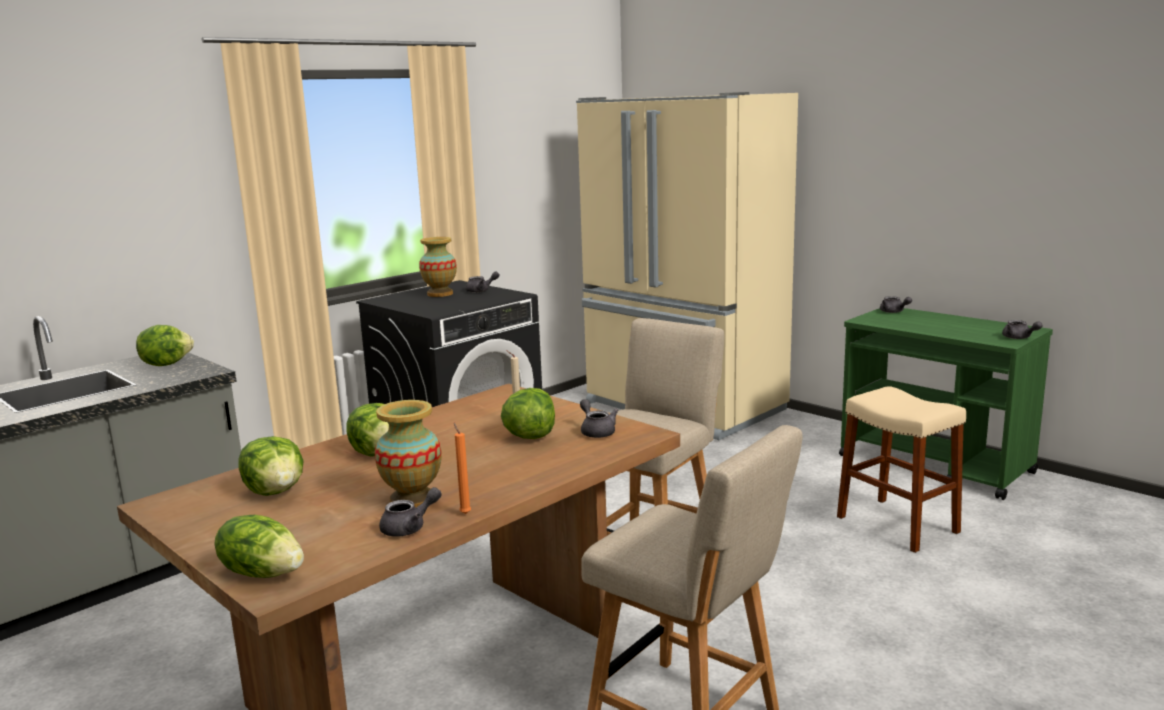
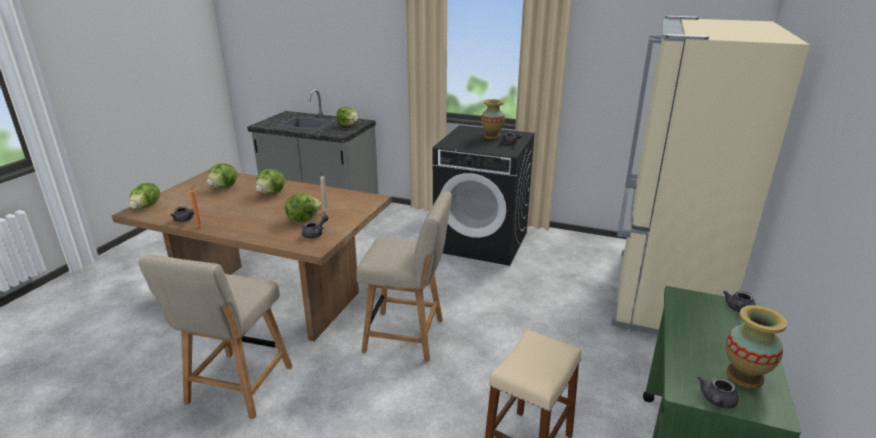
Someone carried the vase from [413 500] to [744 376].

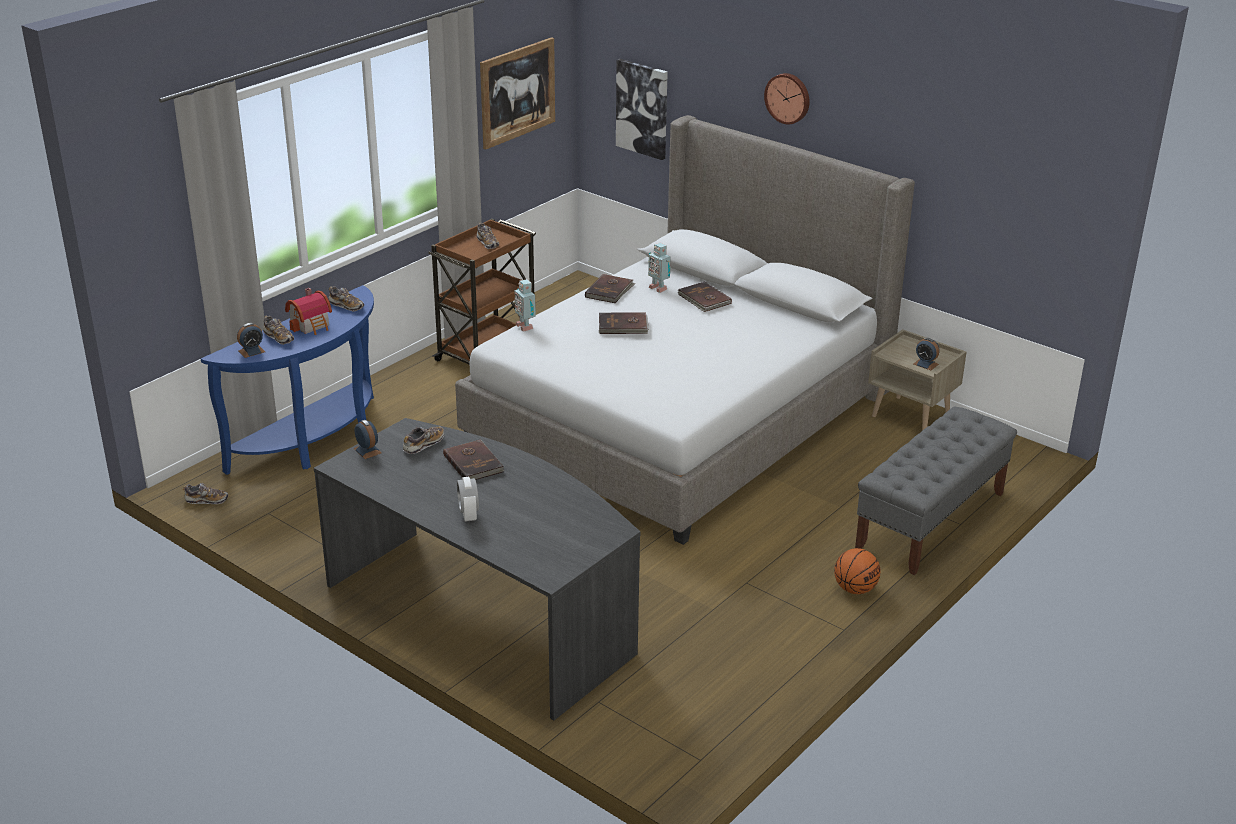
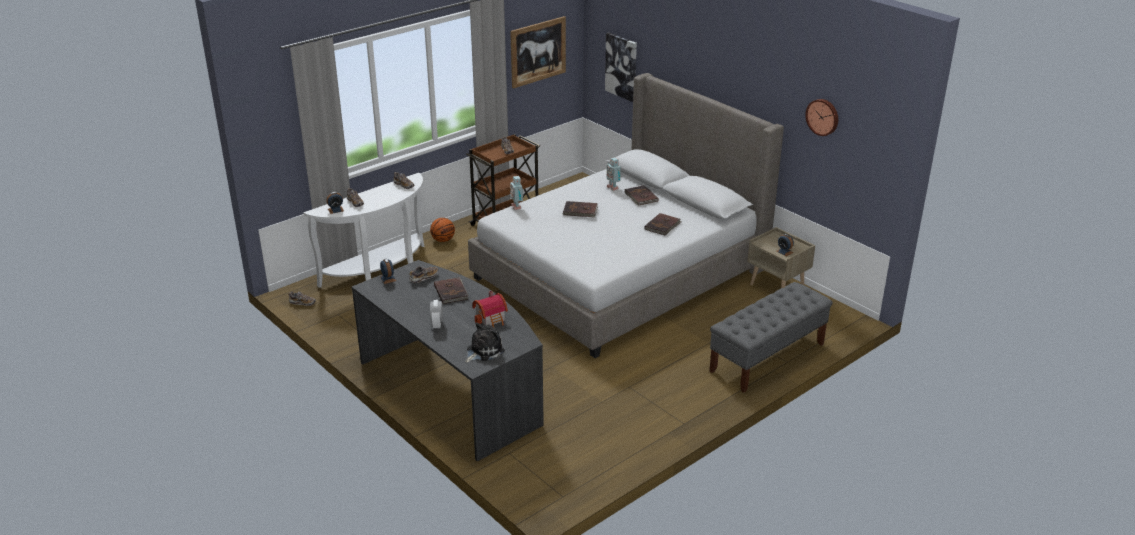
Someone repainted the console table in blue at [316 442], which became the console table in white at [380 271].
Someone carried the basketball from [855 589] to [443 240].
Someone put down the plush toy at [483 351].
Someone carried the toy house from [312 325] to [492 319].
Someone carried the book in brown from [610 291] to [663 226].
Someone carried the wall clock from [788 98] to [823 116].

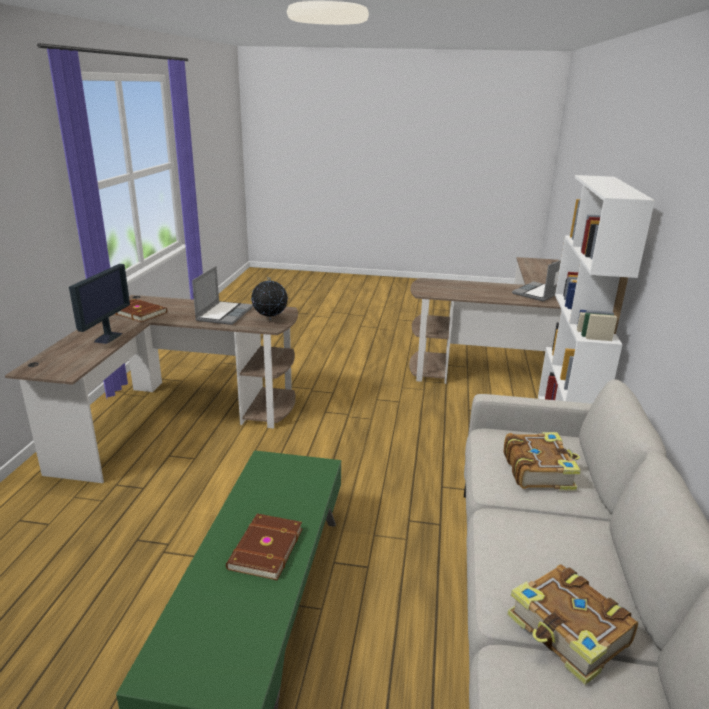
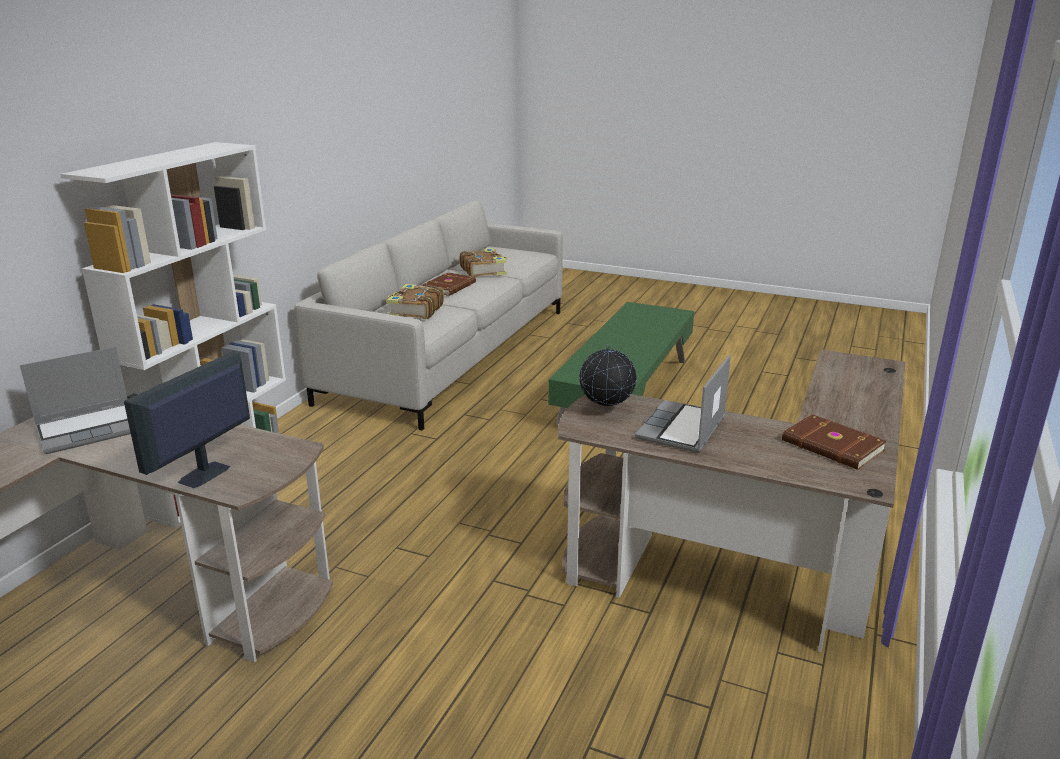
Someone carried the monitor from [108 337] to [203 475].
Someone carried the book in brown from [264 548] to [450 287].

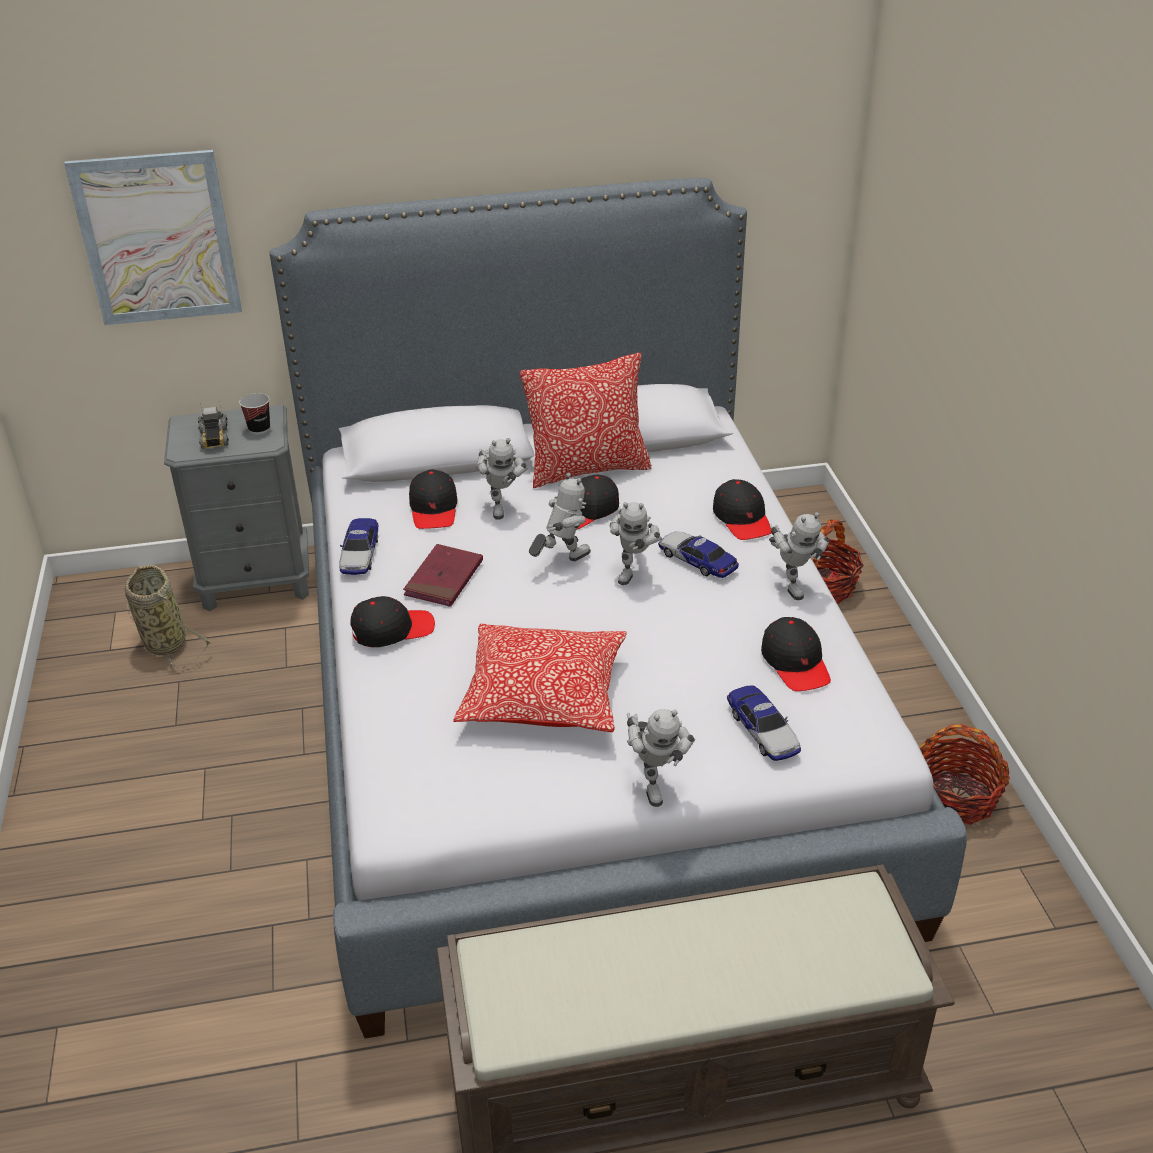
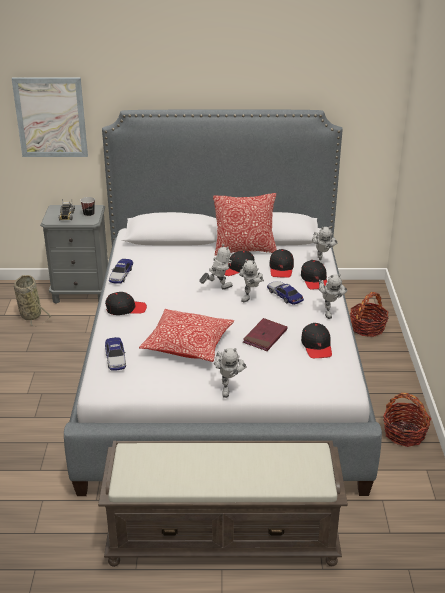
Someone carried the toy car from [762 730] to [115 358].
Someone carried the book in red from [444 579] to [265 337].
Someone carried the cap in black from [434 509] to [281 269].
Someone carried the toy robot from [501 506] to [321 261].

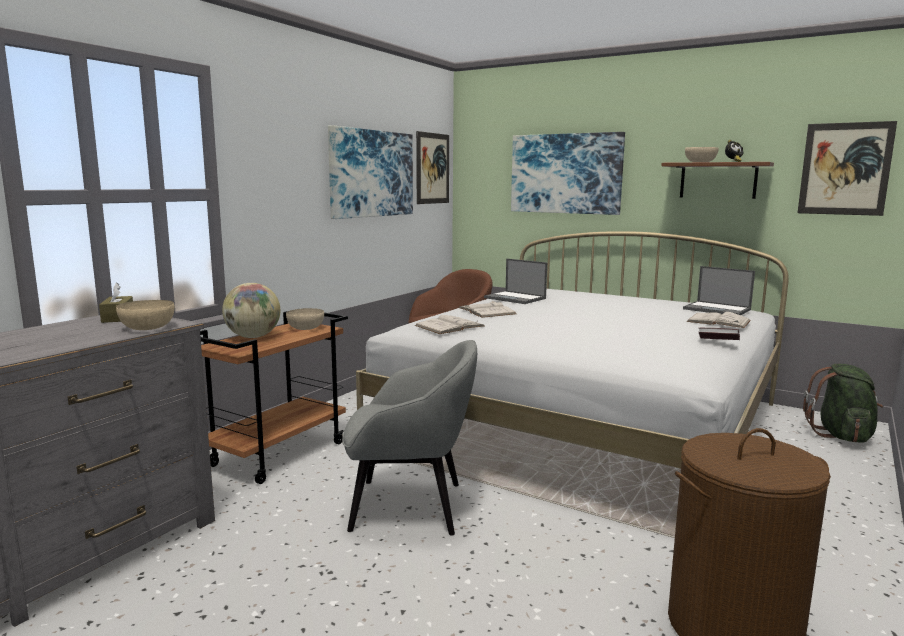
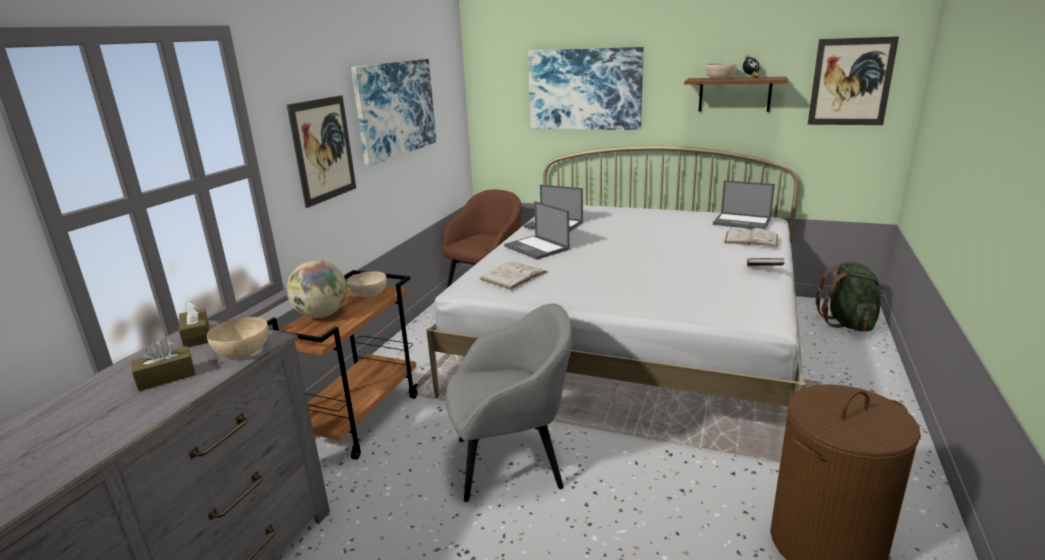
Someone put down the tissue box in brown at [166 377].
Someone carried the picture from [432 168] to [323 150].
Someone swapped the book in white at [486 311] for the laptop at [537 248].

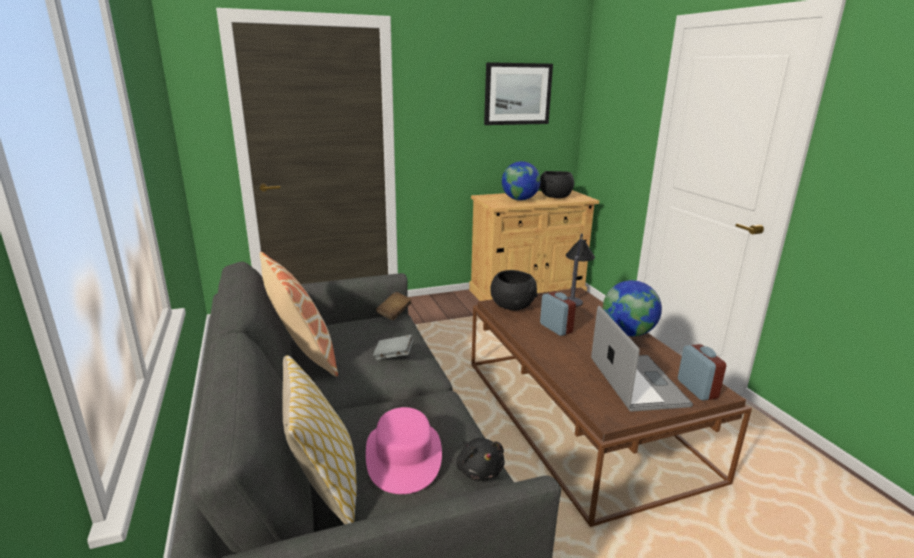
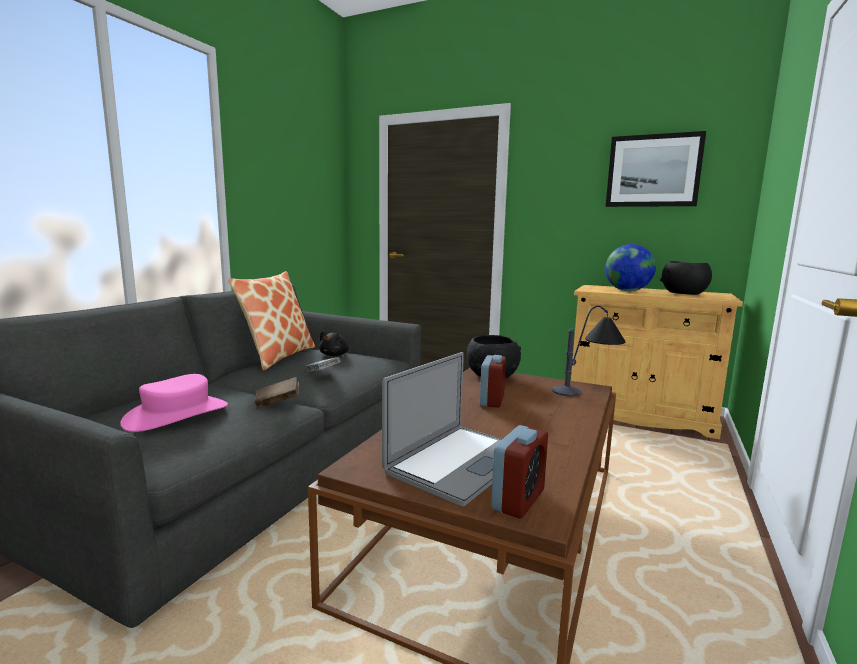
Someone carried the book in brown from [394 313] to [277 403].
Someone carried the plush toy in black from [479 470] to [335 355].
Someone took away the pillow at [324 486].
Someone took away the globe at [627 333].

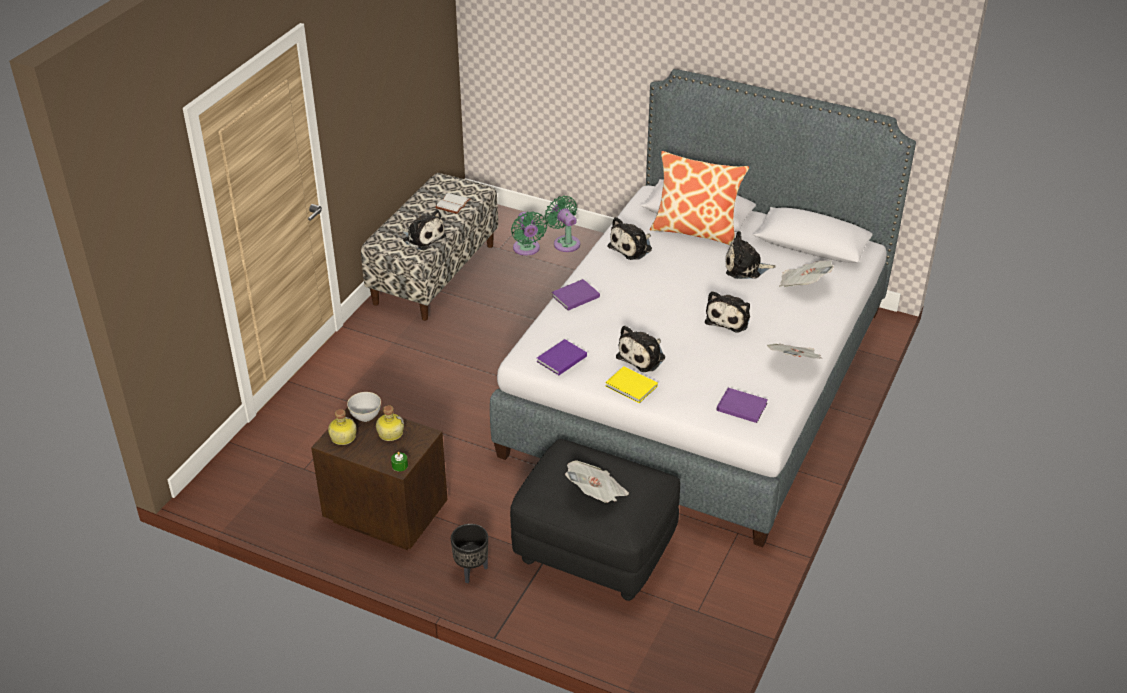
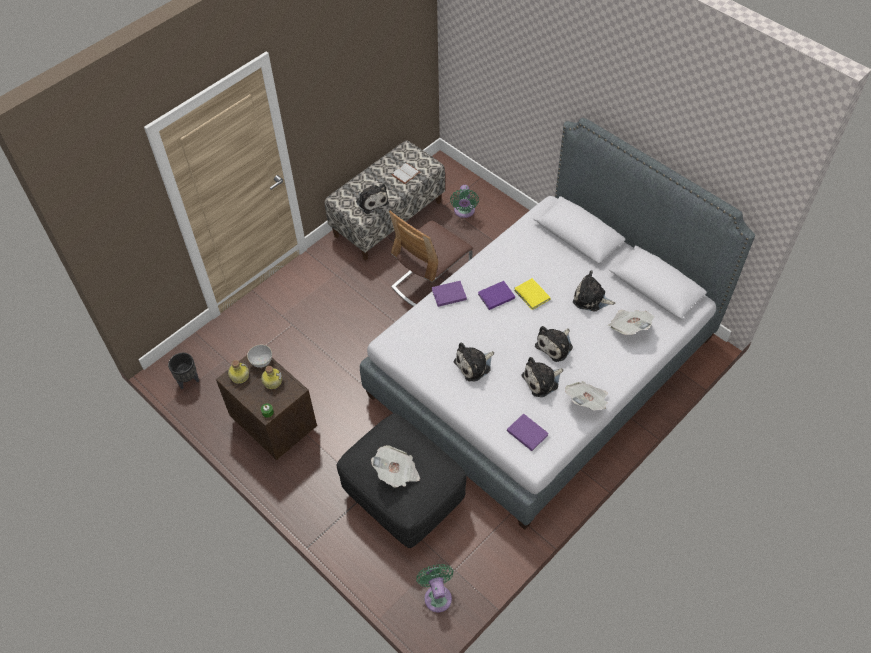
Someone carried the planter in black from [471 570] to [188 380].
Someone put down the chair at [431 284].
Someone carried the fan in green from [565 242] to [437 595].
Someone carried the book in purple from [560 359] to [495 296].
Someone carried the book in yellow from [631 387] to [532 295].
Someone carried the plush toy from [632 247] to [542 381].
Someone took away the pillow at [696 230].

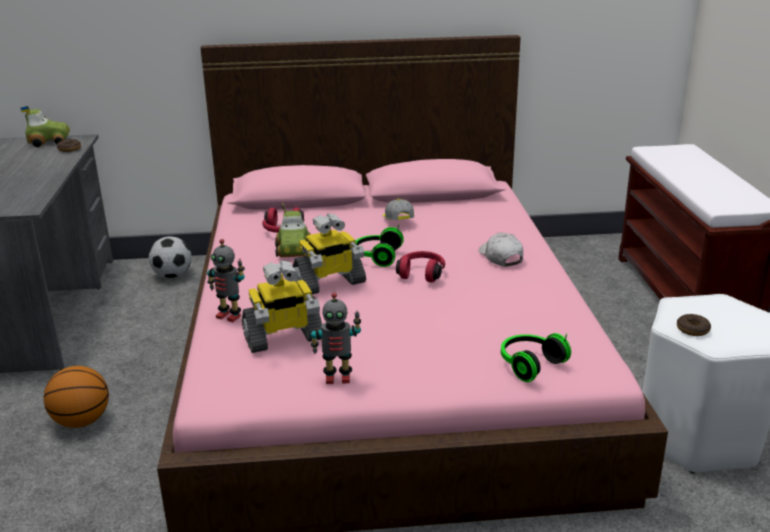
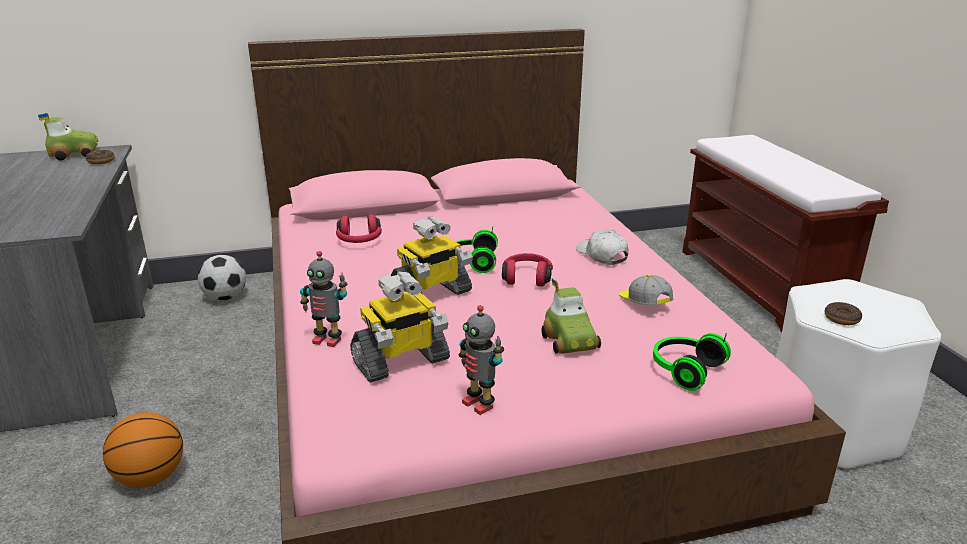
Someone rotated the toy robot at [337 378] by 60 degrees clockwise.
Someone carried the toy car from [294 251] to [571 342].
Someone carried the cap from [397 221] to [643 304].

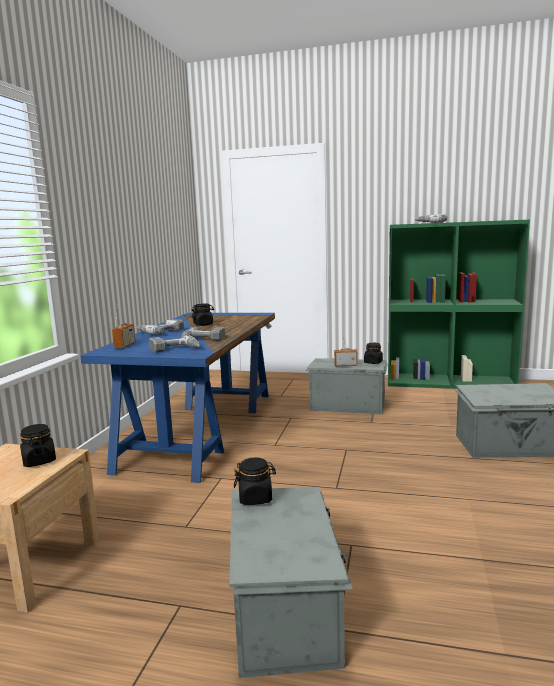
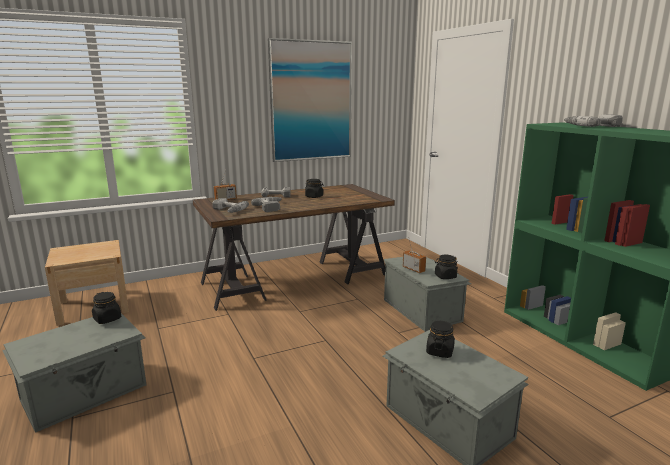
Someone repainted the desk in blue at [201 428], which became the desk in brown at [295 279].
Someone put up the picture at [311 101].
Someone carried the jar in black from [39 461] to [439 351].

